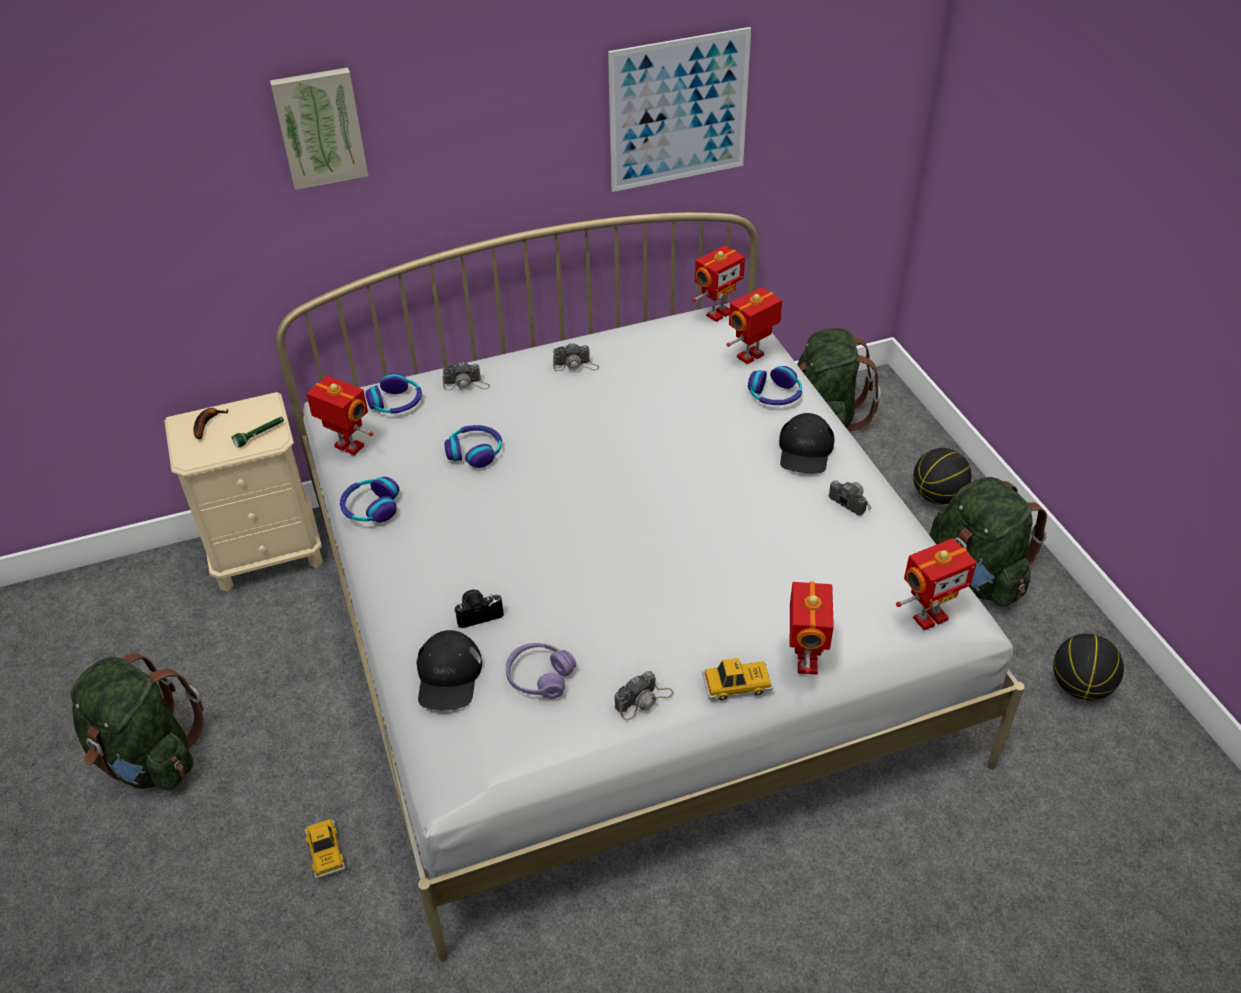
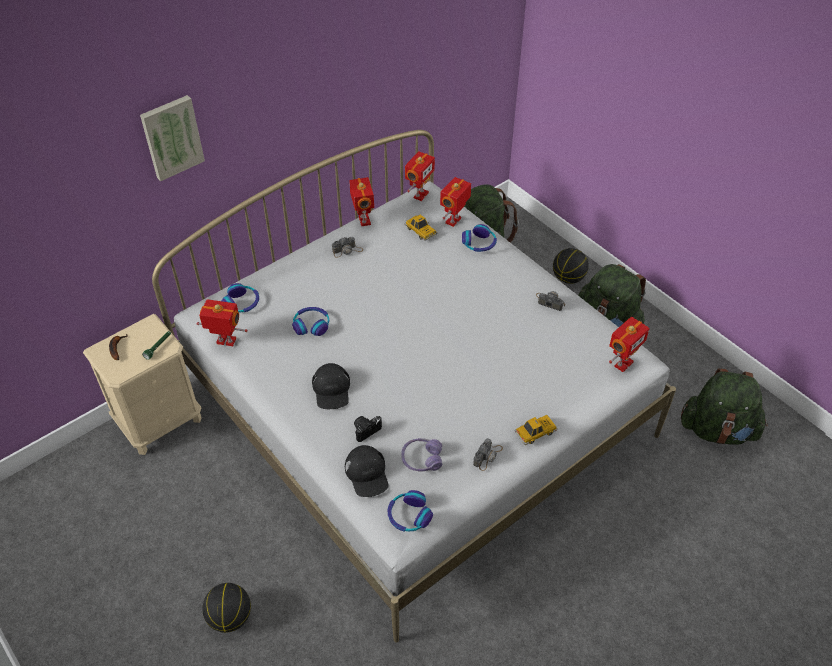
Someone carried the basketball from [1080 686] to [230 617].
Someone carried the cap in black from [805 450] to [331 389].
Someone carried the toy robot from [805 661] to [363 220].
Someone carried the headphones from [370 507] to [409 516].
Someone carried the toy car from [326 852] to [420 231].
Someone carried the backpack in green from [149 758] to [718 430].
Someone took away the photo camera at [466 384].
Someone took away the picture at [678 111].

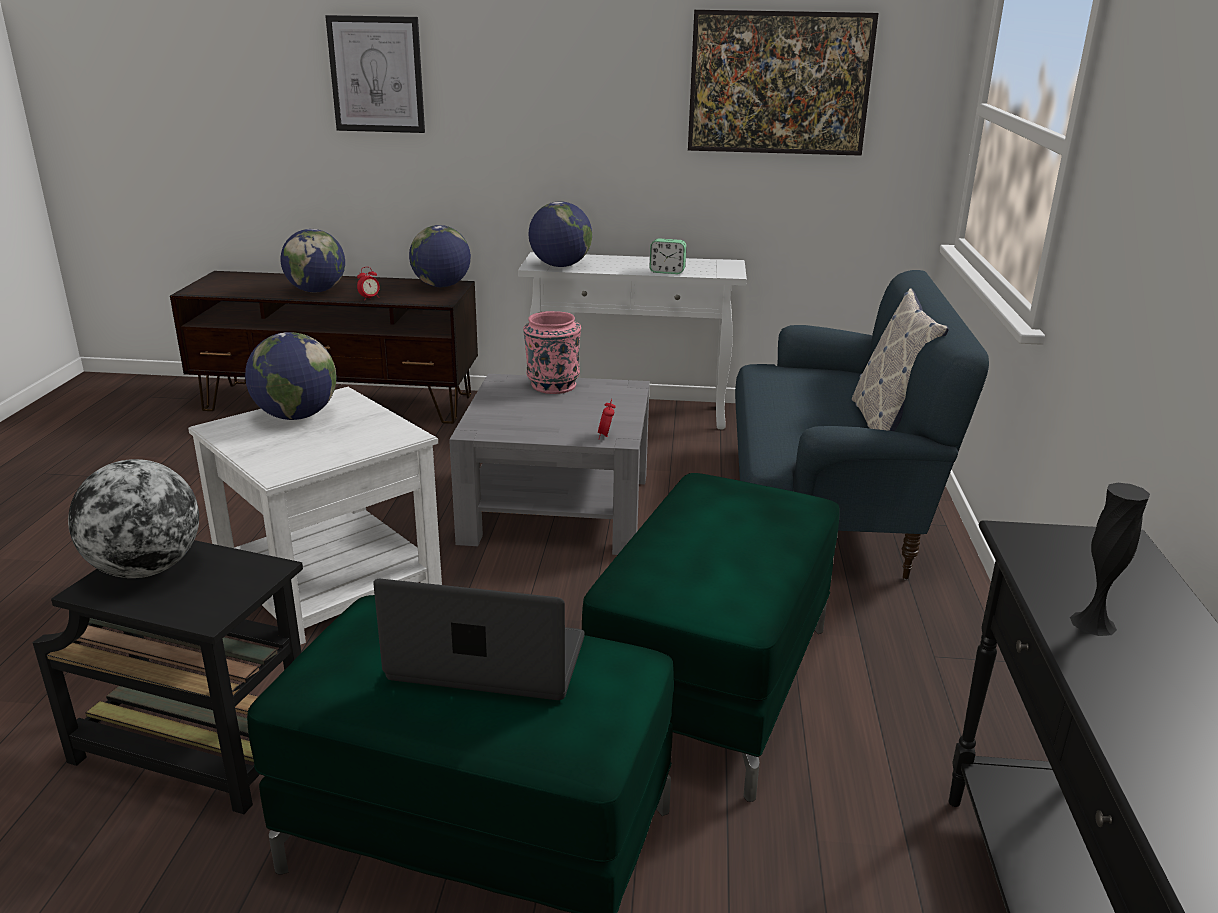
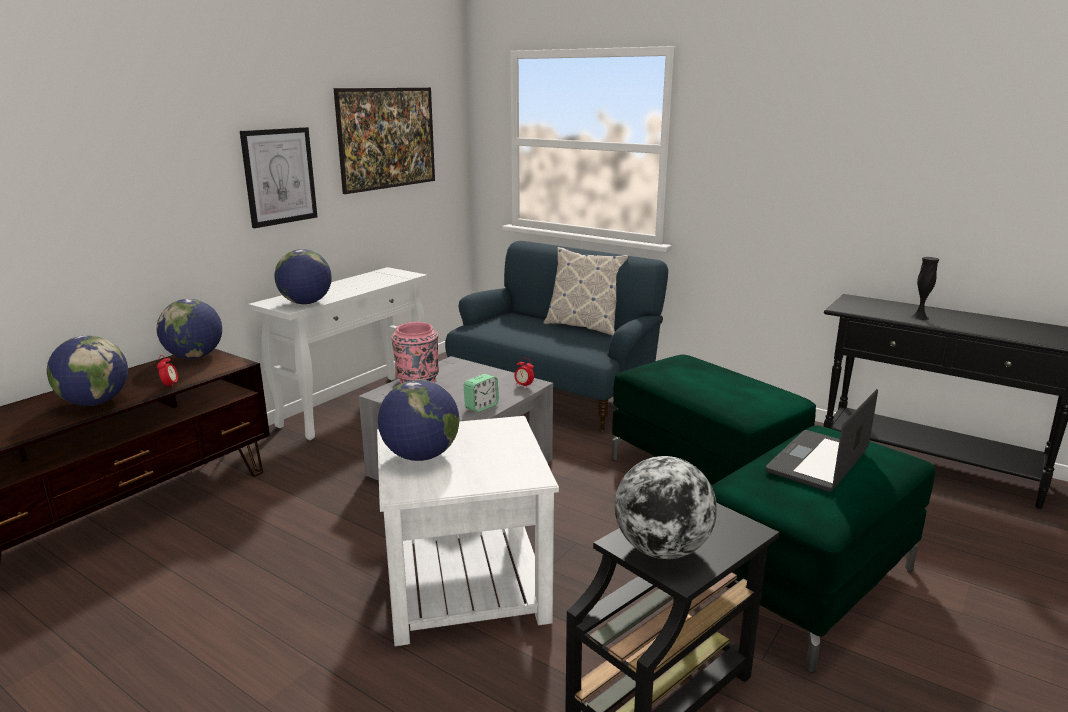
Someone carried the picture from [376 74] to [279 176].
Someone carried the alarm clock from [667 271] to [481 406].

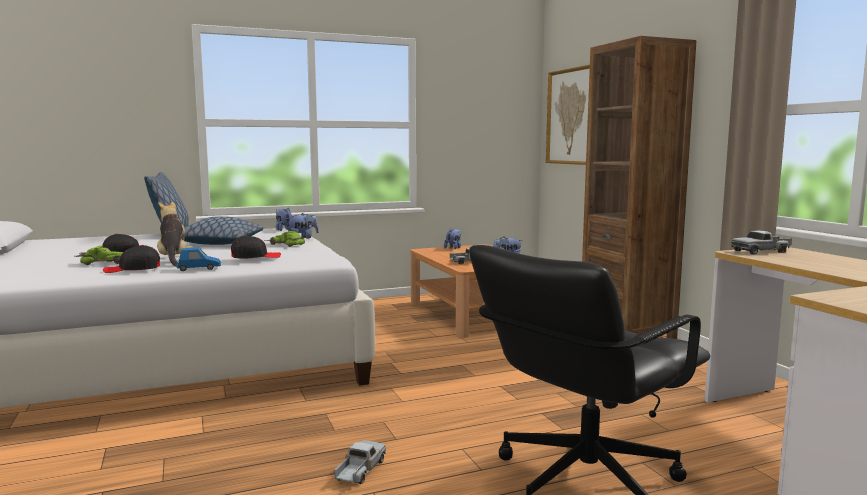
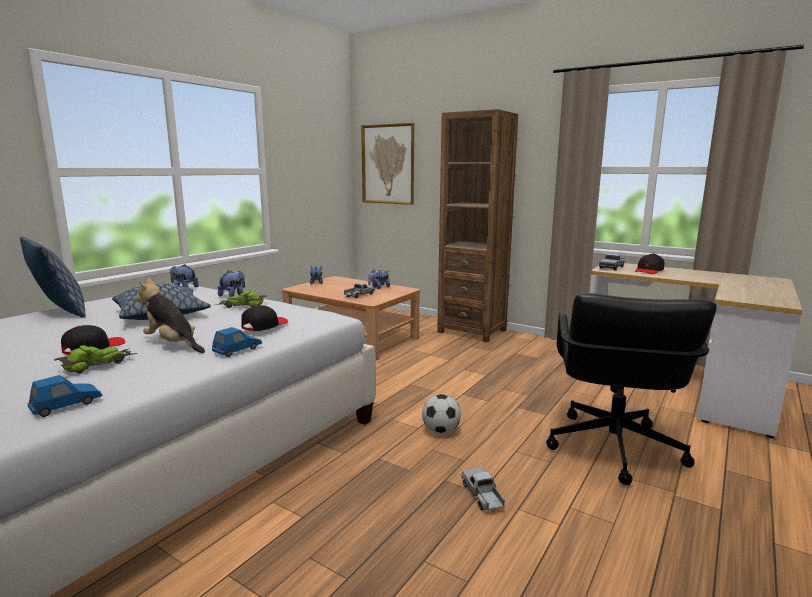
Someone put down the toy car in blue at [66 405].
Someone put down the football at [441 431].
Someone carried the cap in black from [133 269] to [649 271].

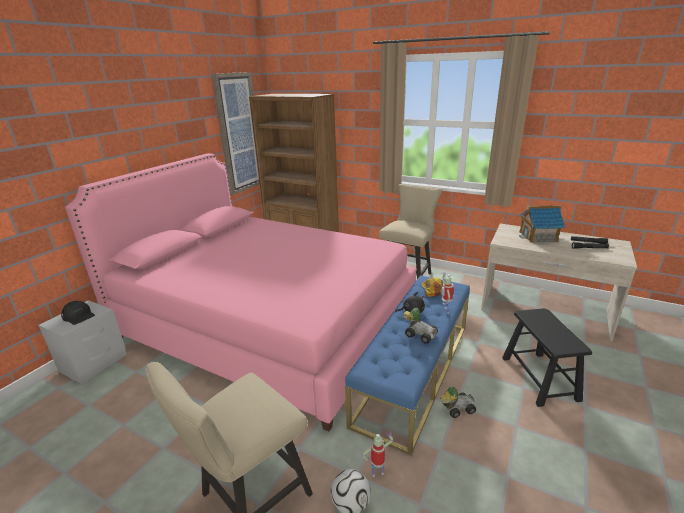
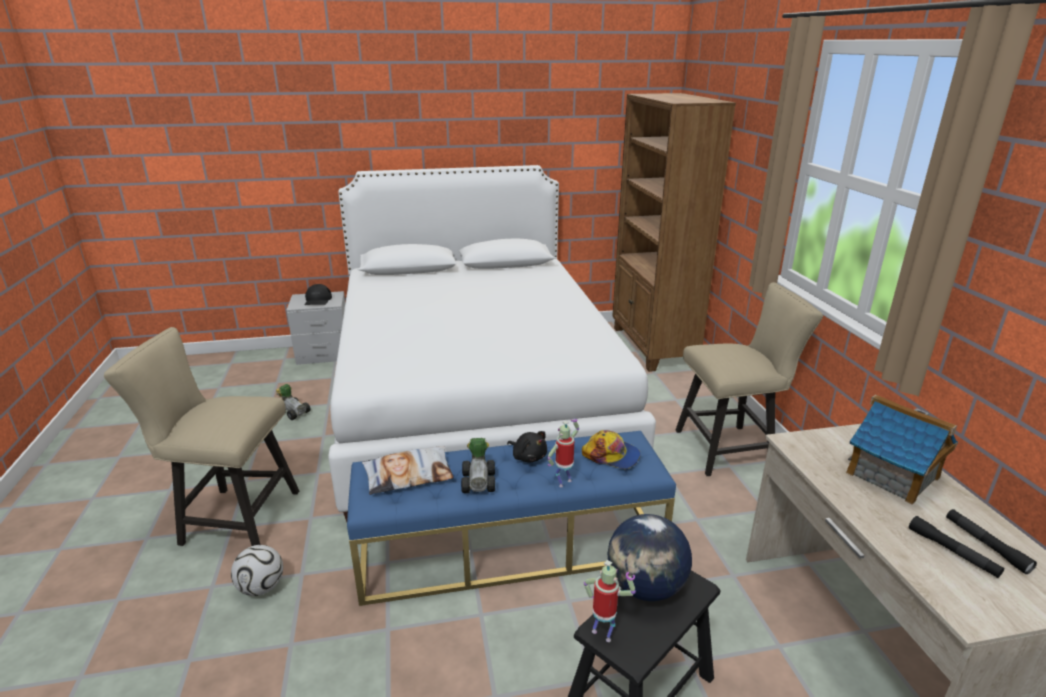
Someone carried the toy car from [456 408] to [293 412].
Someone repainted the bed in pink at [268 324], which became the bed in white at [474 402].
Someone put down the pillow at [408 475].
Someone carried the toy robot from [377 472] to [603 633].
Someone put down the globe at [646 587].
Someone took away the picture at [239 134].

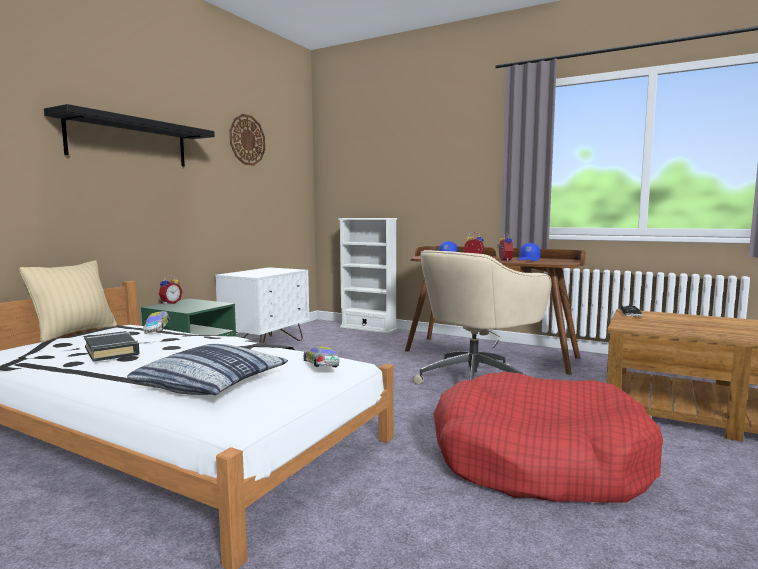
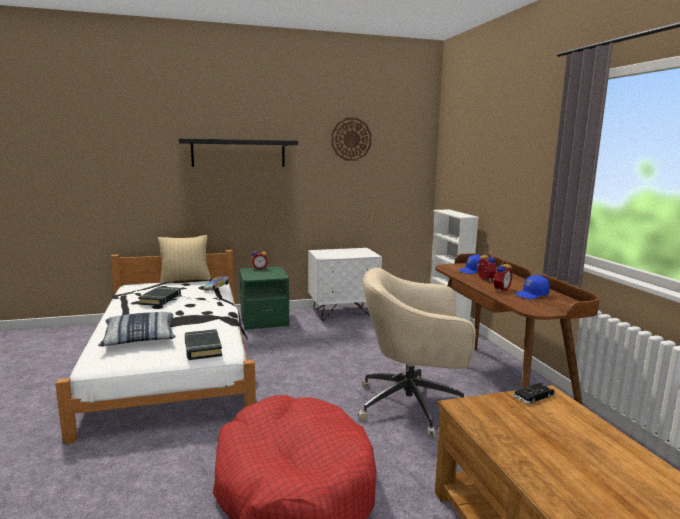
Someone swapped the toy car at [321 368] for the book in black at [202 348].

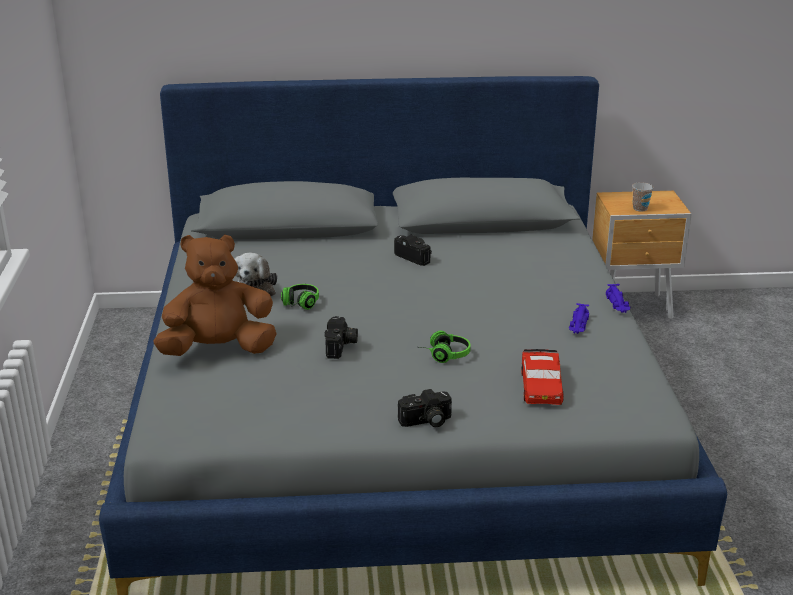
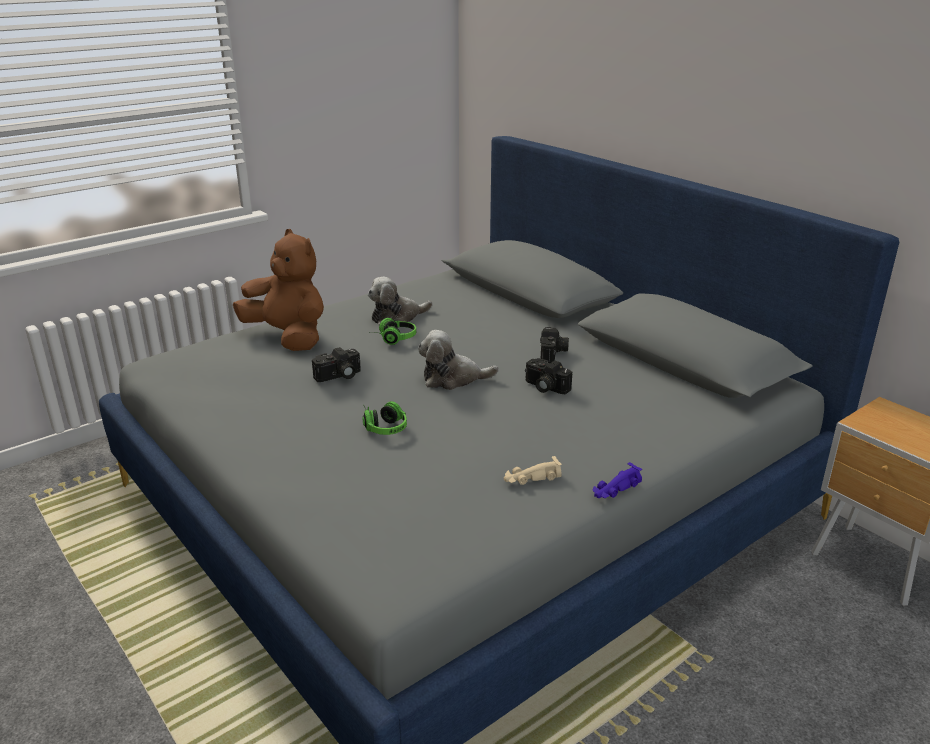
Someone put down the plush toy at [453 379].
Someone repainted the toy car in purple at [578 325], which became the toy car in beige at [531 478].
Someone carried the photo camera from [426 422] to [544 387].
Someone took away the toy car in red at [541 386].
Someone took away the cup at [640 208].

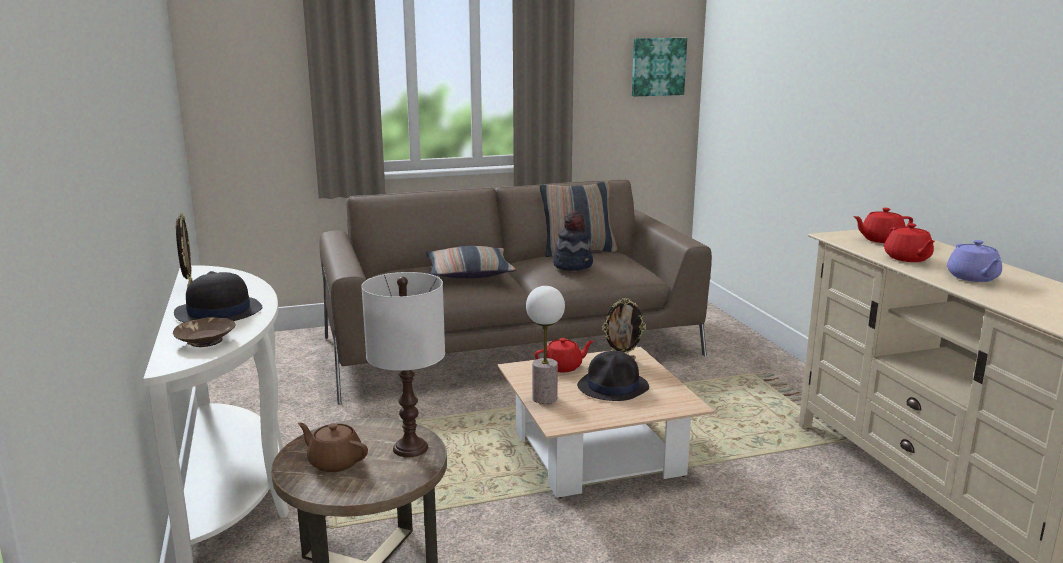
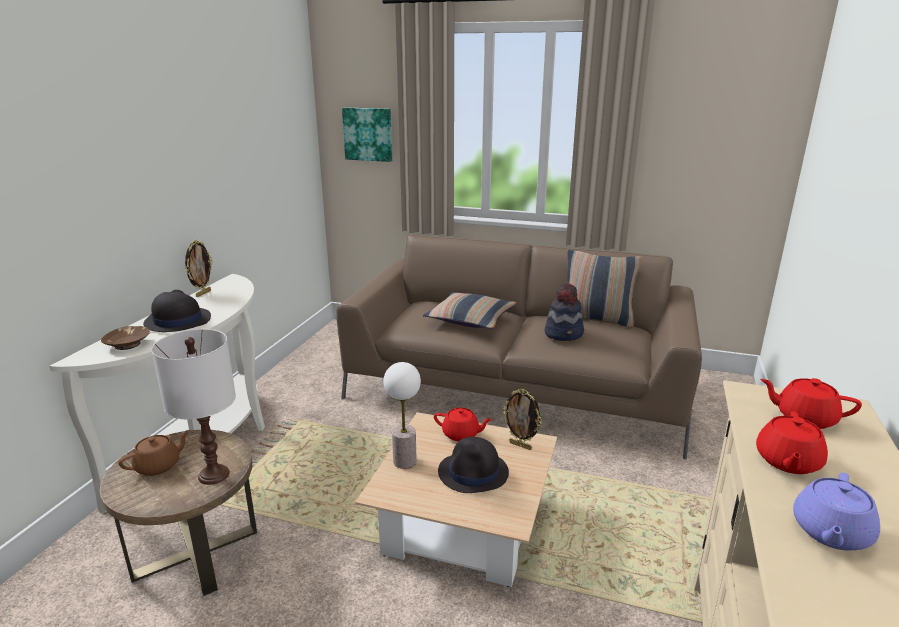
Someone rotated the teapot in brown at [335 462] by 75 degrees clockwise.
Someone carried the picture from [658 66] to [368 134].

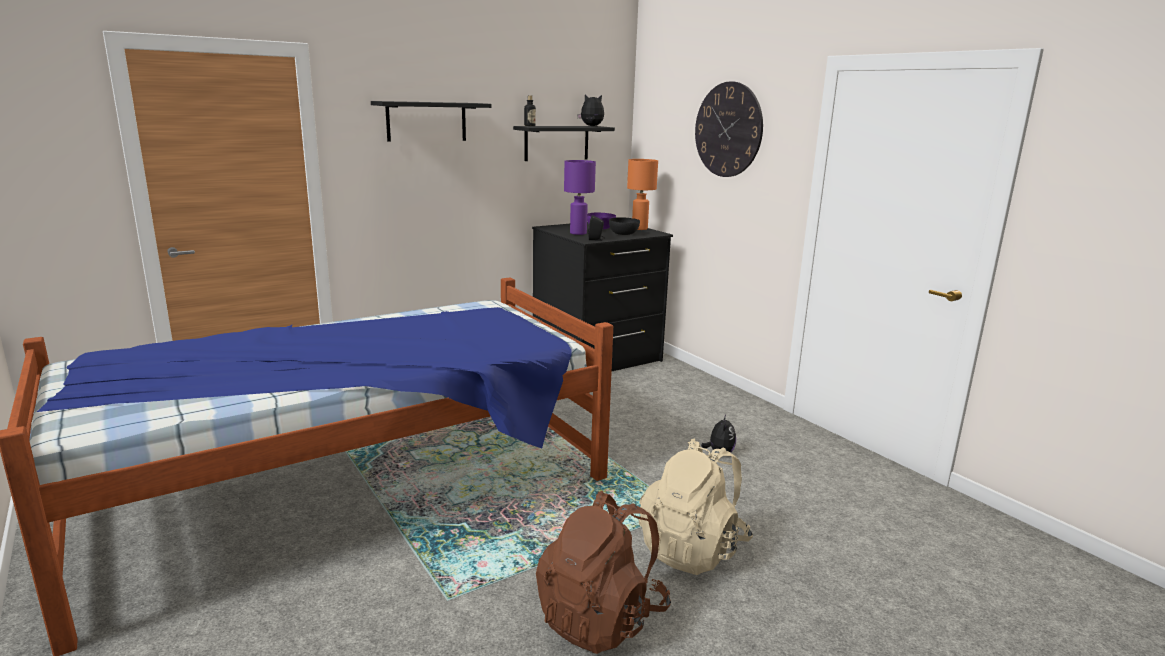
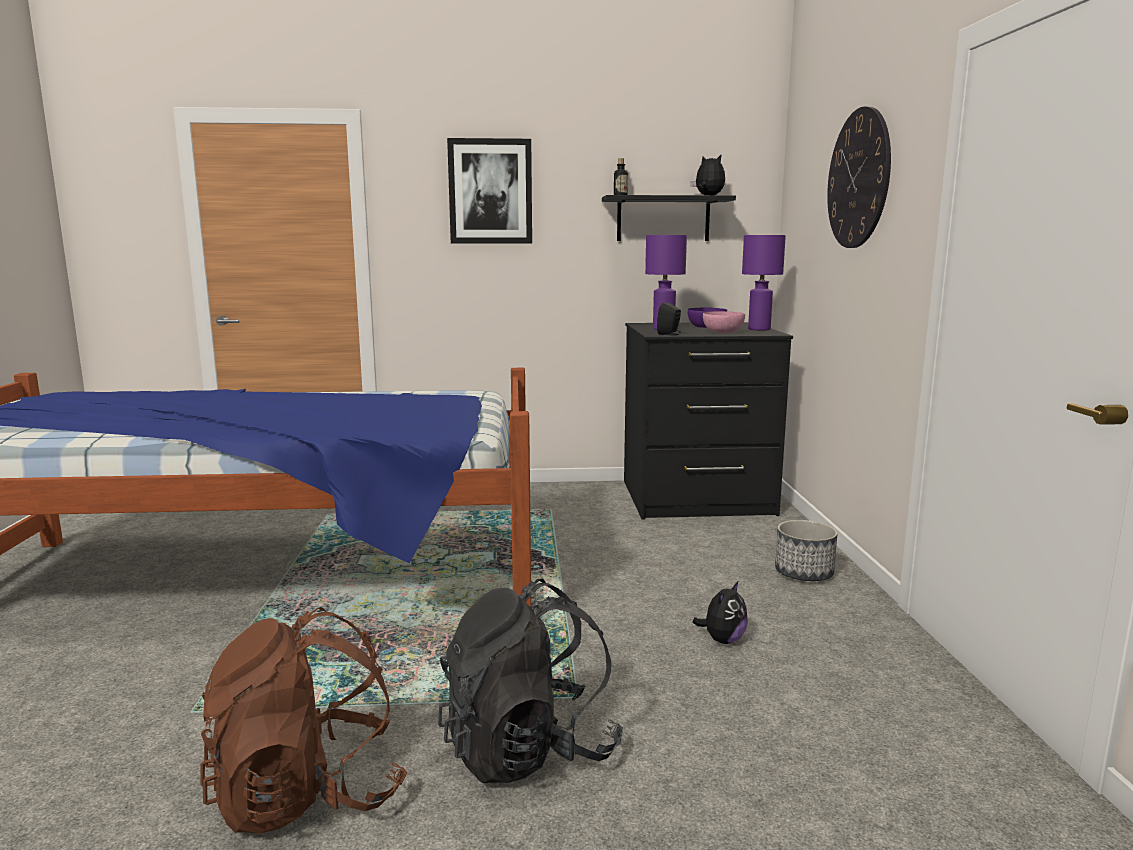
Someone repainted the backpack in beige at [693 549], which became the backpack in black at [529 750].
Someone swapped the shelf in black at [426 121] for the picture at [490 192].
Someone repainted the bowl in black at [624 233], which became the bowl in pink at [723 332].
Someone repainted the table lamp in orange at [640 229], which became the table lamp in purple at [759 329].
Someone put down the planter at [804 573].

